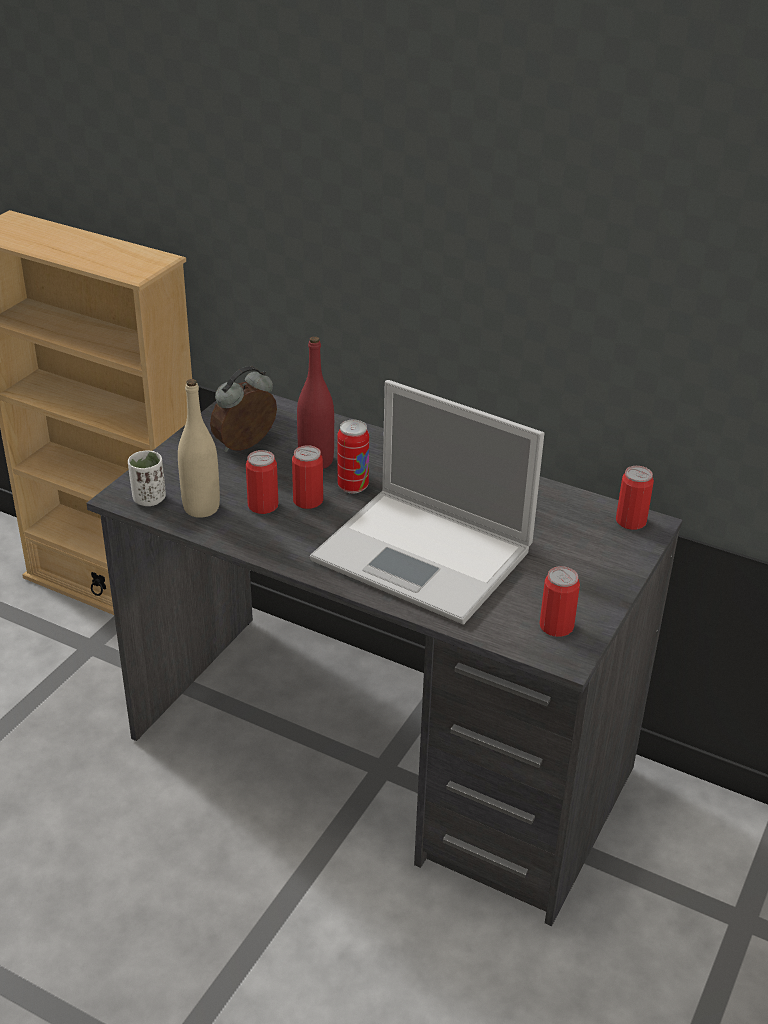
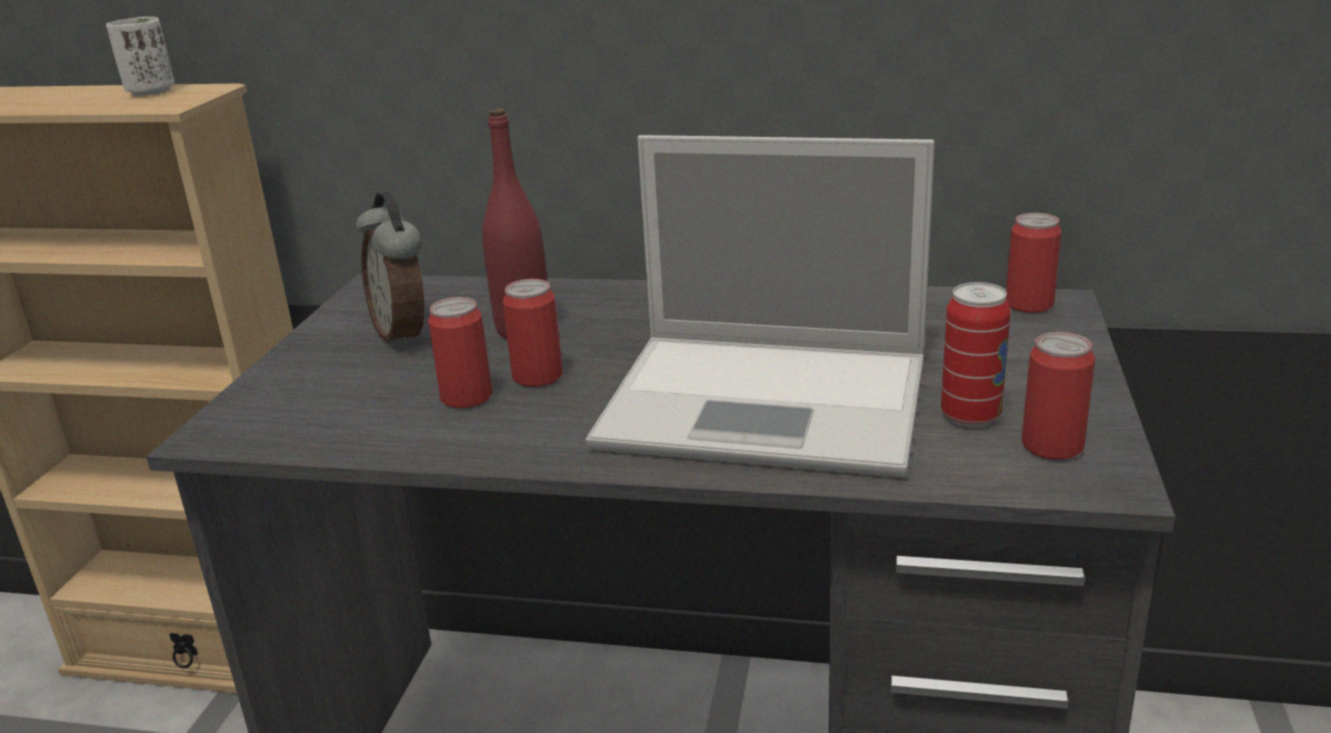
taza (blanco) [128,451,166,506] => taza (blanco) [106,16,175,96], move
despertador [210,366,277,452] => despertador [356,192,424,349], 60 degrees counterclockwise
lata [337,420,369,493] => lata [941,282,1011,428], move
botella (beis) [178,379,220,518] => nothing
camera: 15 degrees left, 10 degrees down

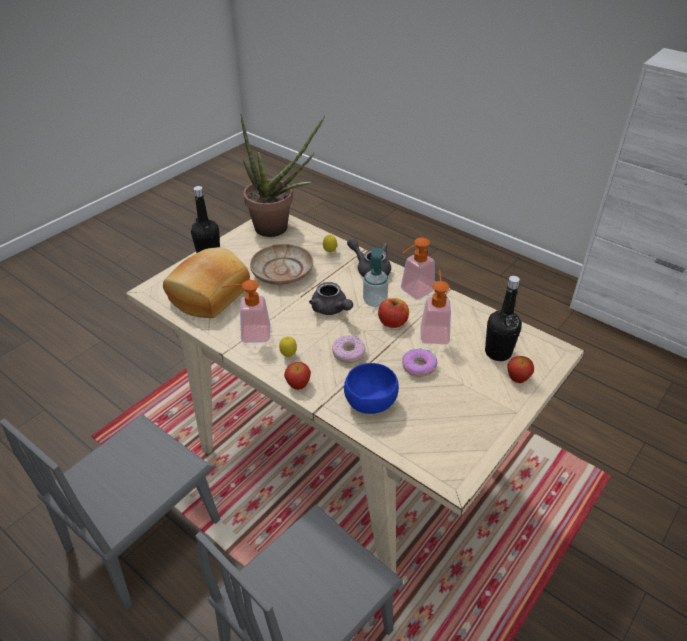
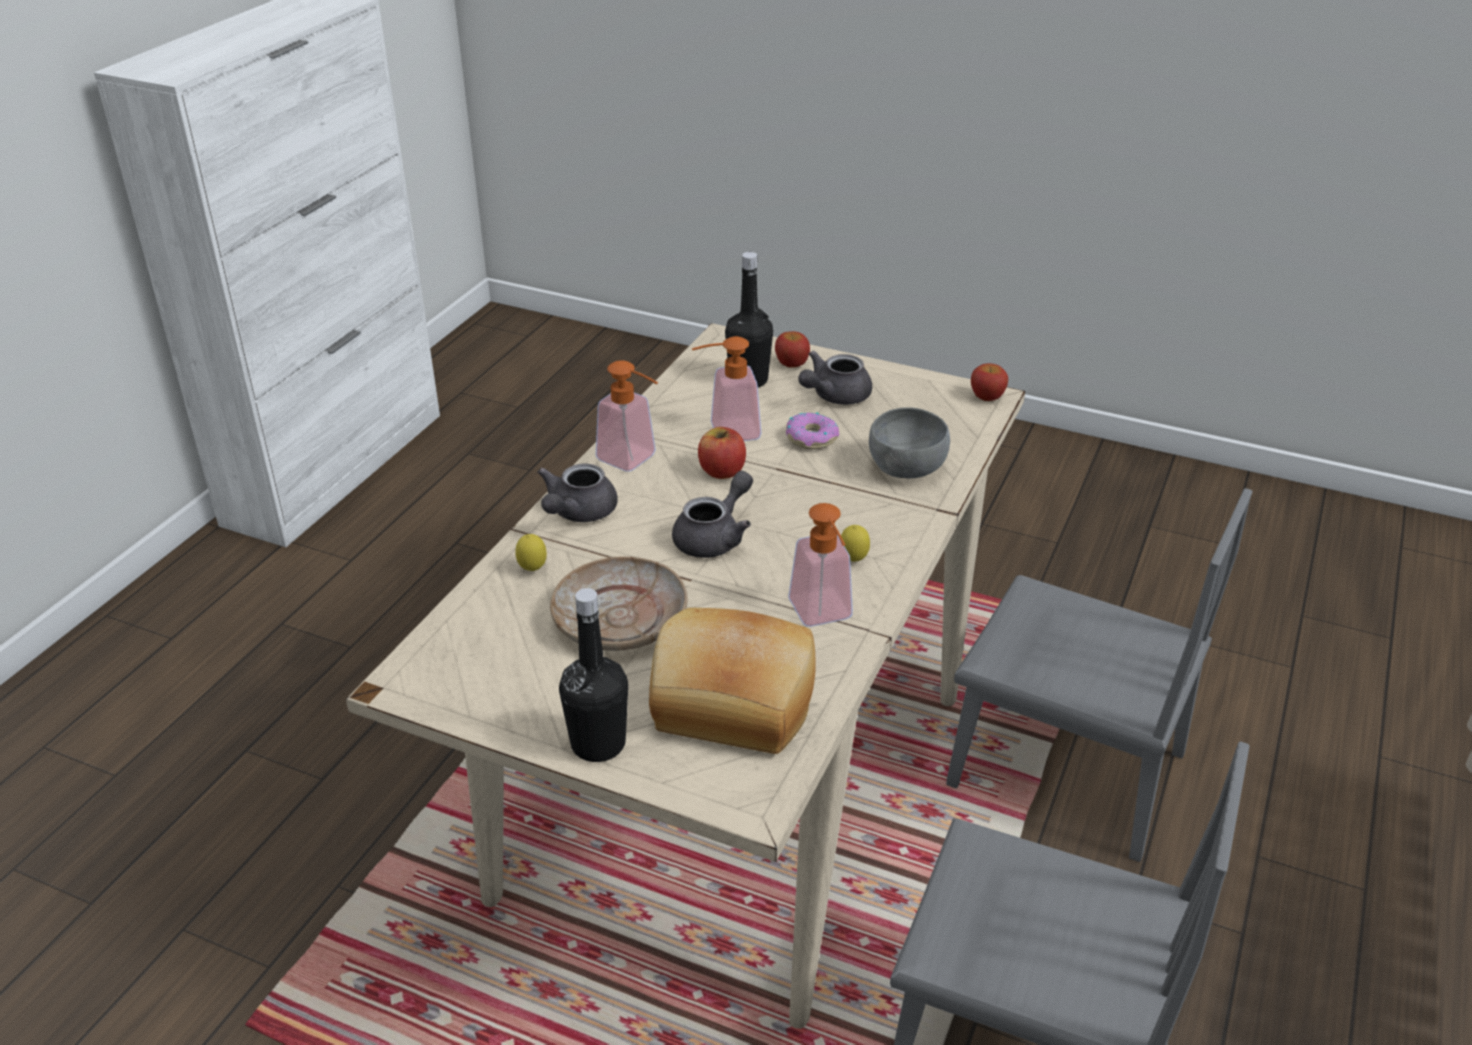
nothing => tetera (gris) [798,351,872,405]
cuenco (azul) [344,363,399,414] => cuenco (gris) [869,407,950,479]
manzana [284,362,311,390] => manzana [971,363,1008,401], move
planta en maceta [240,114,325,237] => nothing
rosquilla [332,336,366,363] => nothing
dispensador de jabón [363,247,389,307] => nothing
camera: 105 degrees left, 5 degrees down

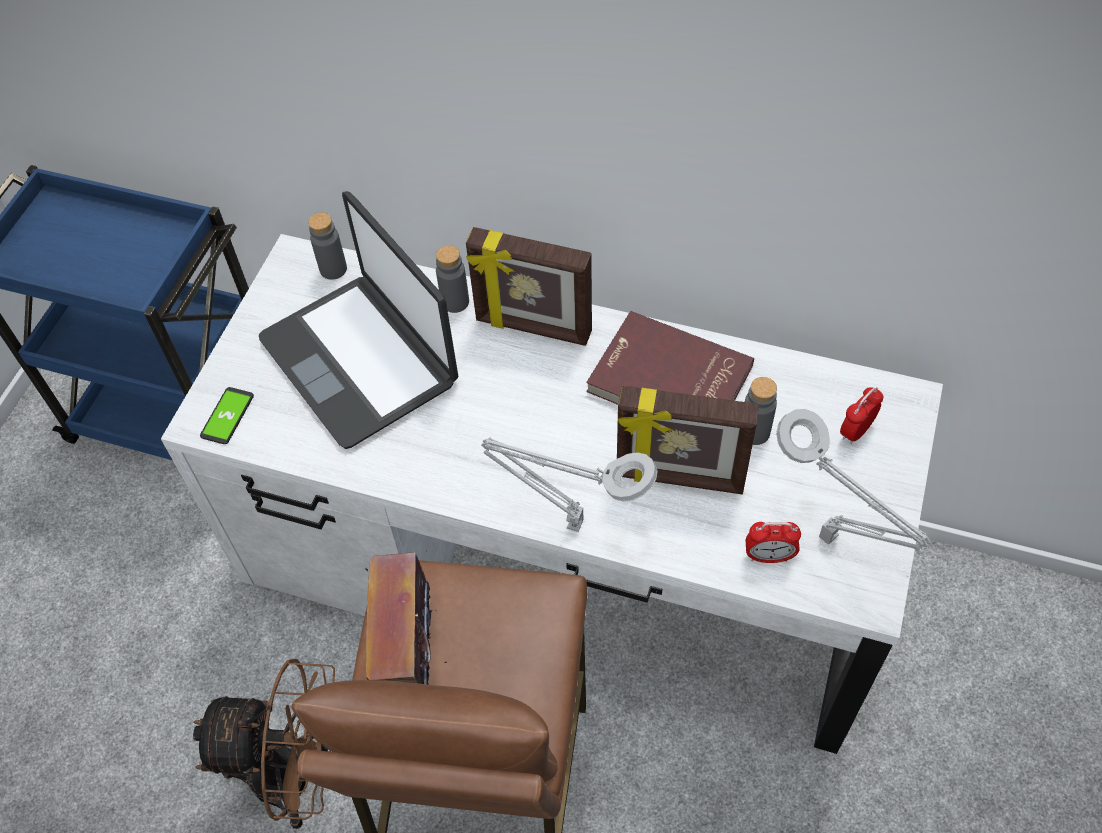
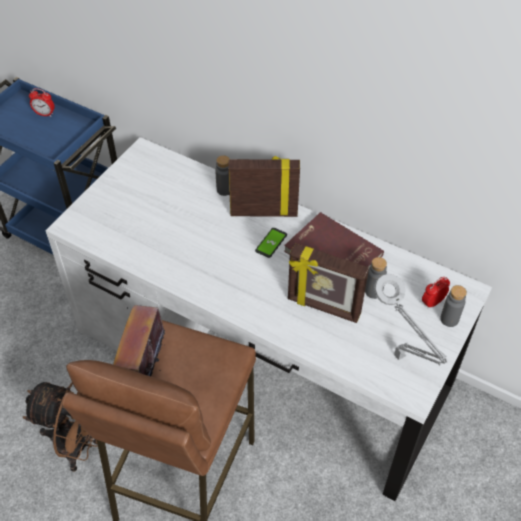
despertador [746,522,801,563] => despertador [29,88,55,117], move
portarretratos [466,227,592,346] => portarretratos [228,156,300,217], 150 degrees clockwise
móvil [200,387,254,444] => móvil [255,228,287,258], move
botella (gris) [308,212,347,280] => botella (gris) [440,285,467,327], move
portátil [259,191,459,449] => nothing
lámpara de mesa (gris) [481,437,657,532] => nothing
camera: 10 degrees right, 5 degrees down

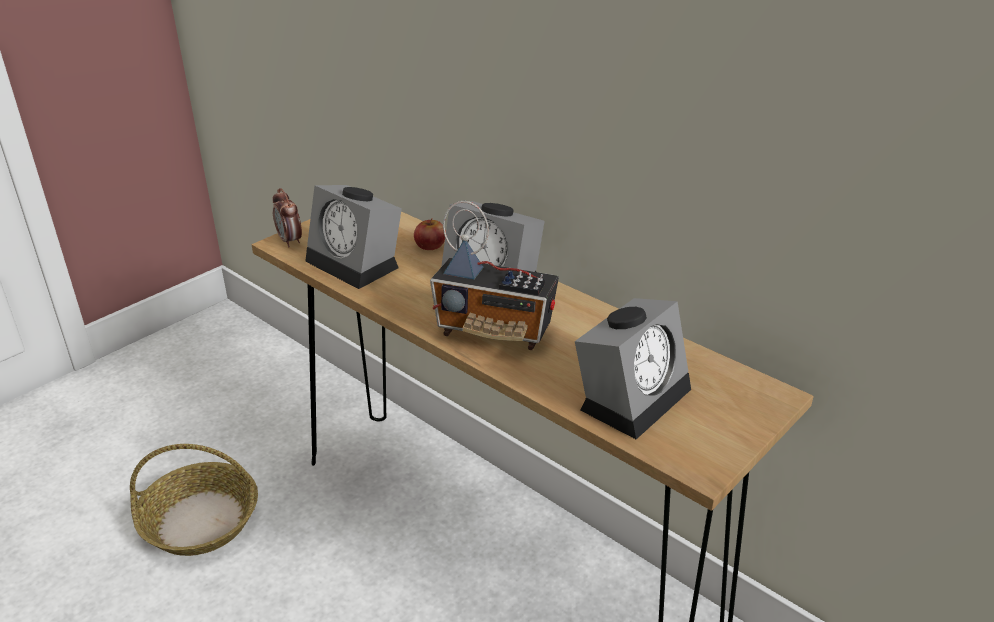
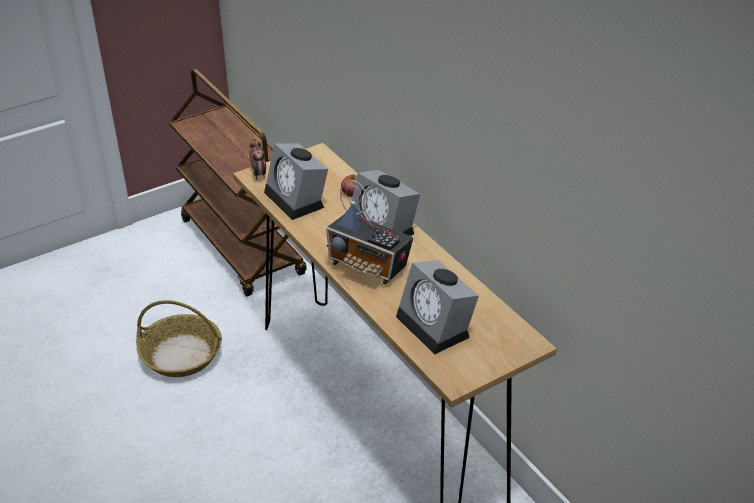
nothing => carrito (marrón) [169,69,306,297]
despertador [575,298,691,439] => despertador [396,260,479,354], 90 degrees clockwise
camera: 15 degrees right, 5 degrees up

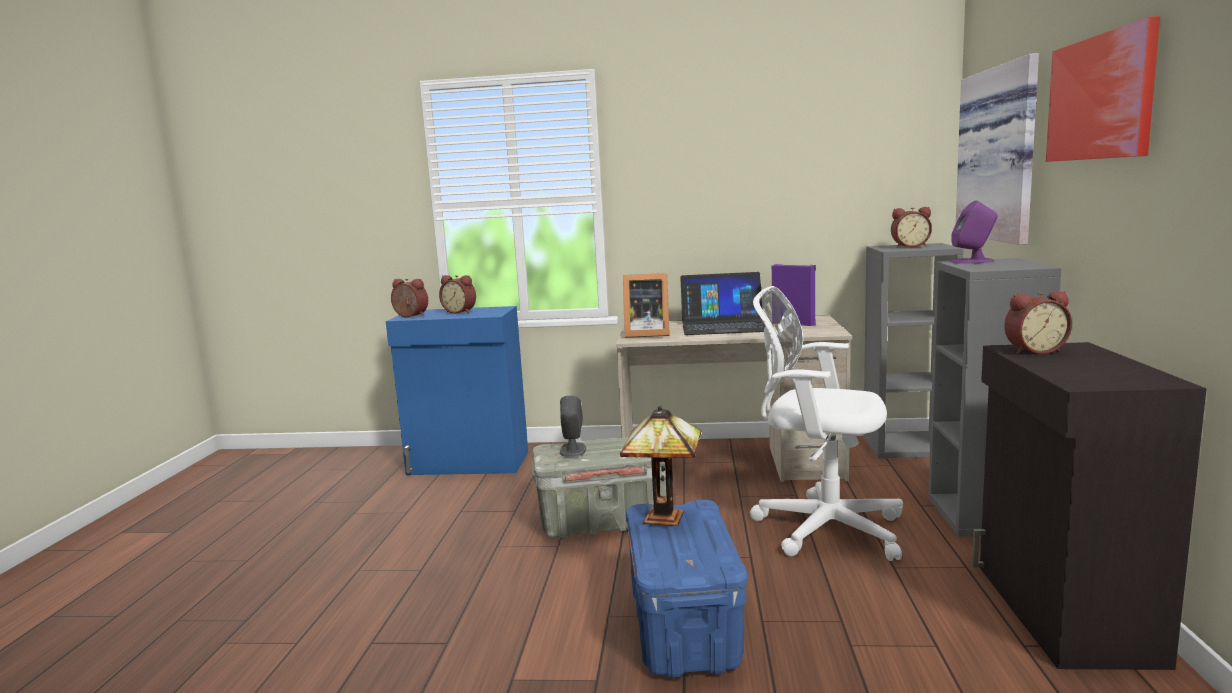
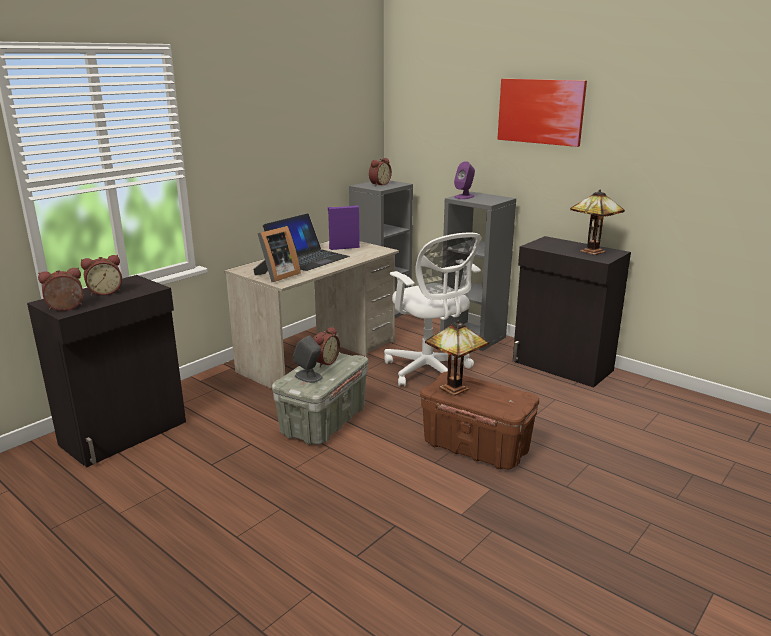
armario (azul) [386,306,528,475] => armario (negro) [27,275,186,467]
despertador [1004,291,1072,354] => despertador [313,327,340,368], move
silla de oficina (blanco) [750,286,903,561] => silla de oficina (blanco) [384,232,481,387], 90 degrees counterclockwise
caja de almacenaje (azul) [626,500,748,678] => caja de almacenaje (marrón) [420,371,539,470]
nothing => lámpara de mesa [570,190,625,255]
cuadro [955,53,1039,245] => nothing
camera: 55 degrees left, 10 degrees up

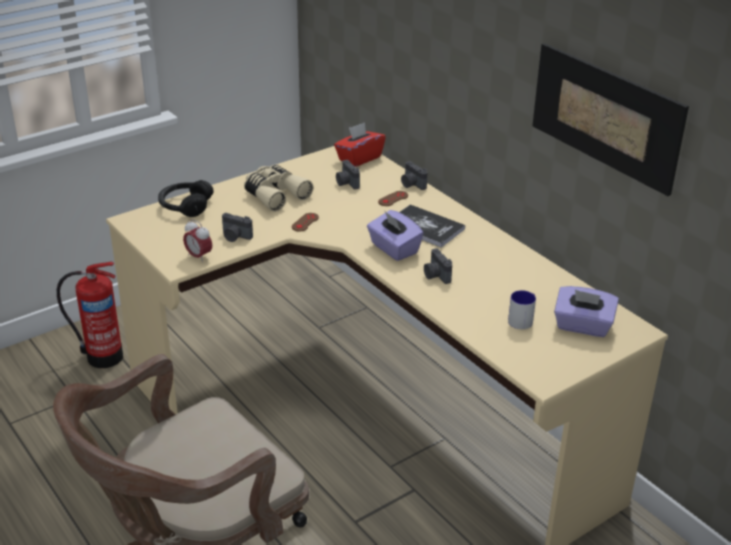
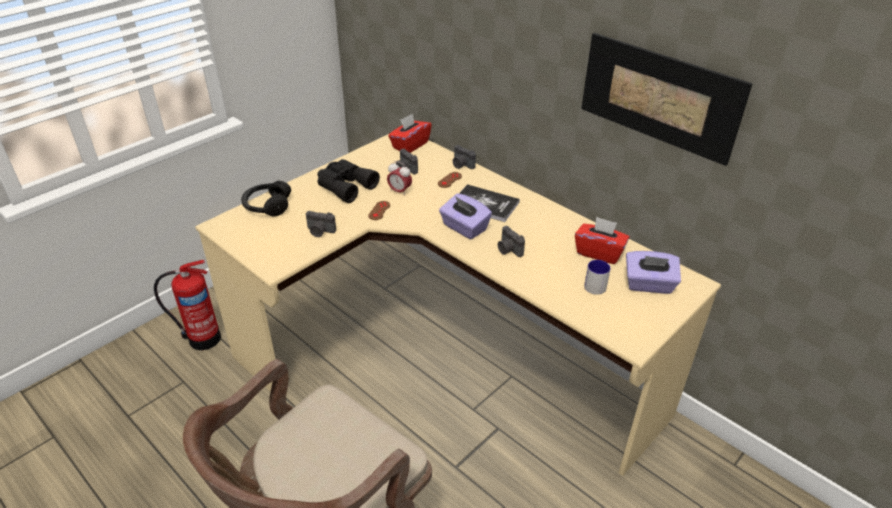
prismáticos (beis) [244,165,313,212] => prismáticos (negro) [318,159,380,203]
despertador [183,219,212,263] => despertador [387,161,412,195], move
nothing => caja de pañuelos (rojo) [575,217,629,264]
camera: 10 degrees left, 5 degrees up

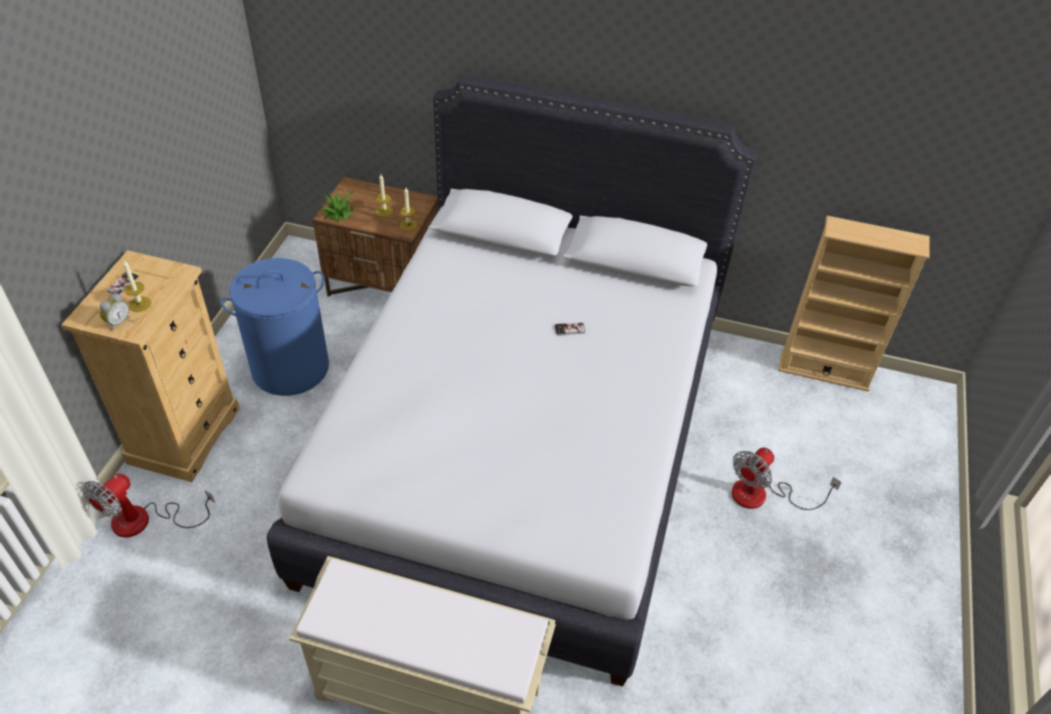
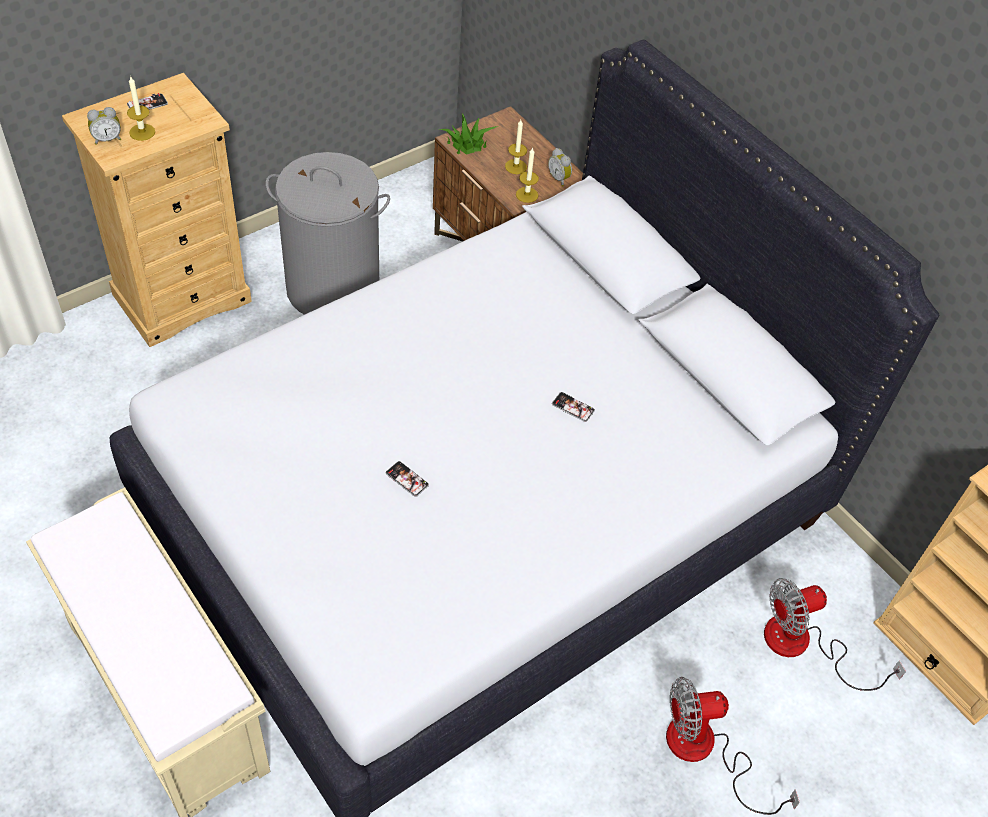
cesto de la ropa (azul) [221,258,329,396] => cesto de la ropa (gris) [266,152,390,315]
nothing => móvil [386,461,429,497]
nothing => despertador [548,148,572,187]
ventilador [83,473,215,538] => ventilador [764,578,906,691], move
camera: 35 degrees right, 5 degrees up

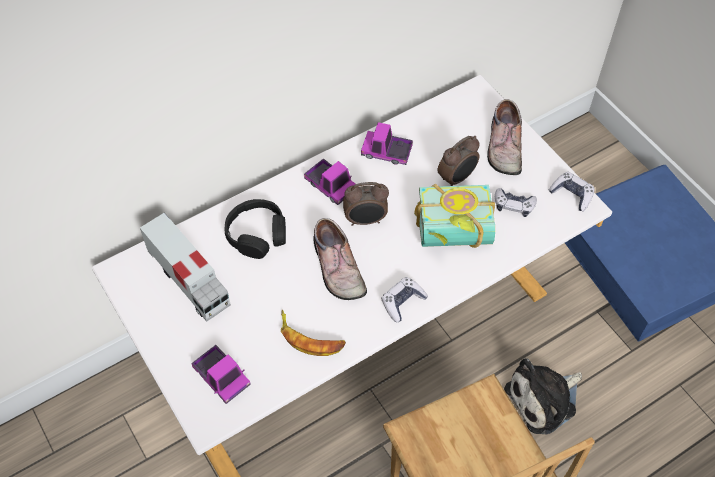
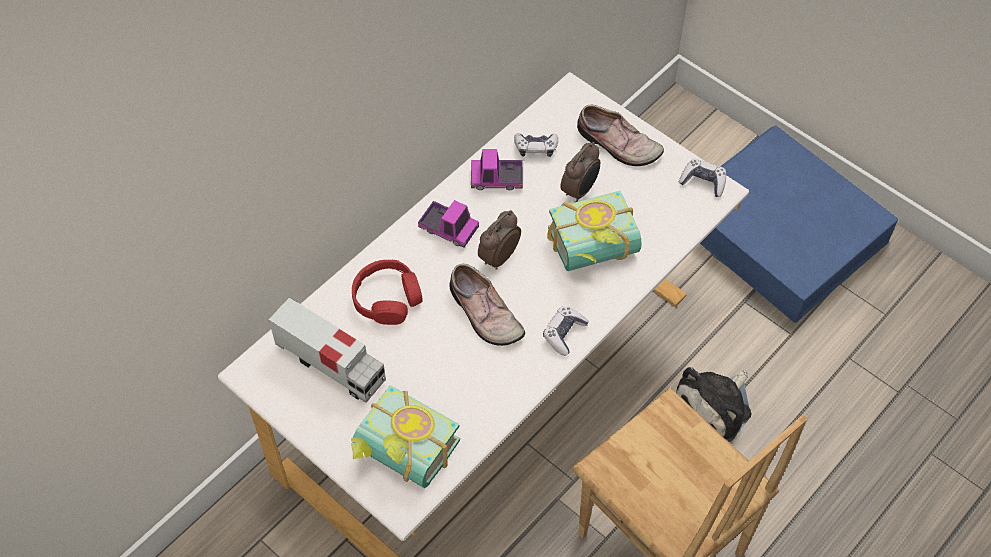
camión de juguete [191,345,251,404] => libro [351,385,460,488]
auriculares (negro) [224,199,286,259] => auriculares (rojo) [352,260,423,325]
despertador [343,182,389,226] => despertador [478,210,521,270], 150 degrees clockwise
mando de consola [495,188,537,217] => mando de consola [514,133,558,157], move
zapato [487,99,522,175] => zapato [577,104,664,166], 45 degrees counterclockwise
plátano [281,310,346,356] => nothing
camera: 15 degrees left, 0 degrees up

